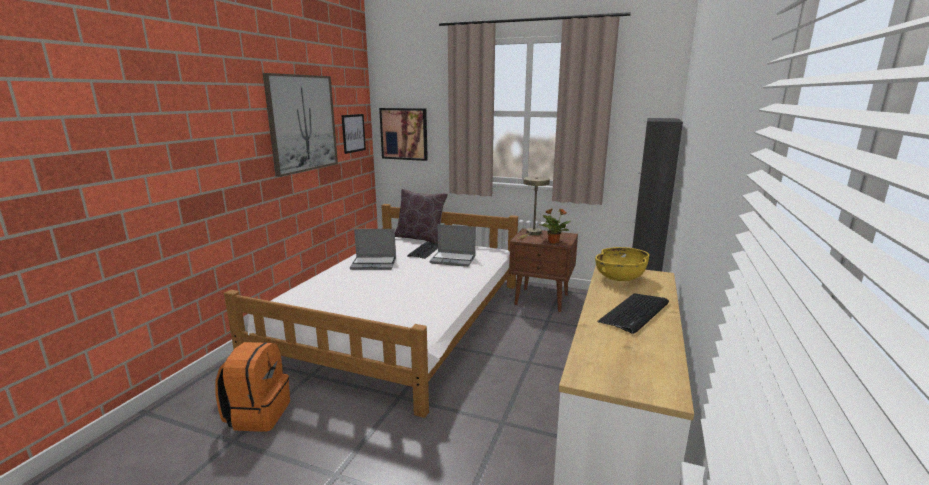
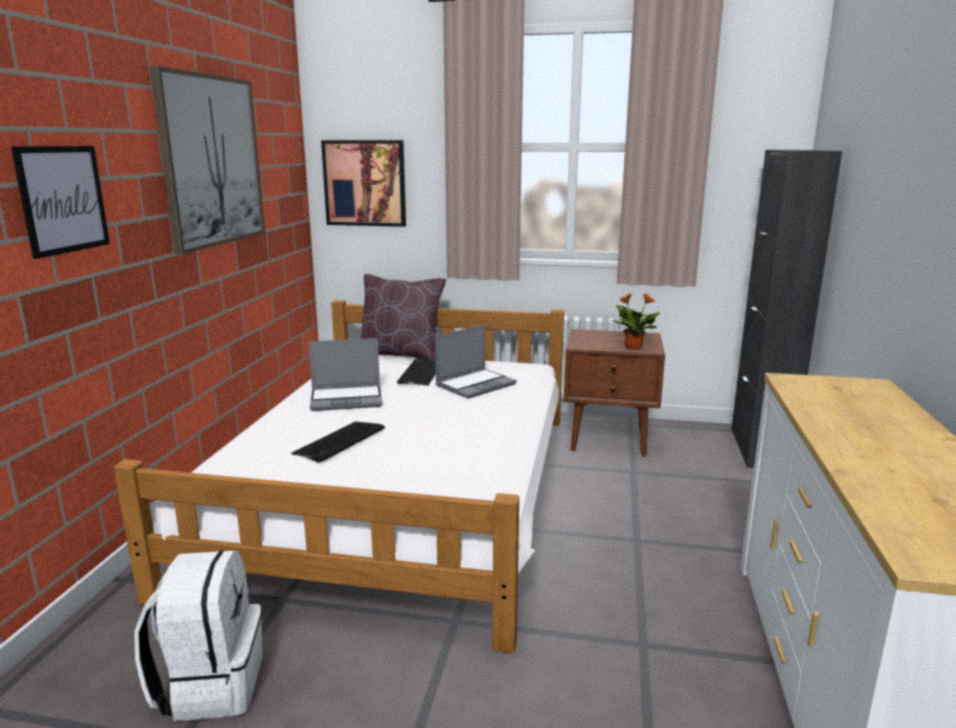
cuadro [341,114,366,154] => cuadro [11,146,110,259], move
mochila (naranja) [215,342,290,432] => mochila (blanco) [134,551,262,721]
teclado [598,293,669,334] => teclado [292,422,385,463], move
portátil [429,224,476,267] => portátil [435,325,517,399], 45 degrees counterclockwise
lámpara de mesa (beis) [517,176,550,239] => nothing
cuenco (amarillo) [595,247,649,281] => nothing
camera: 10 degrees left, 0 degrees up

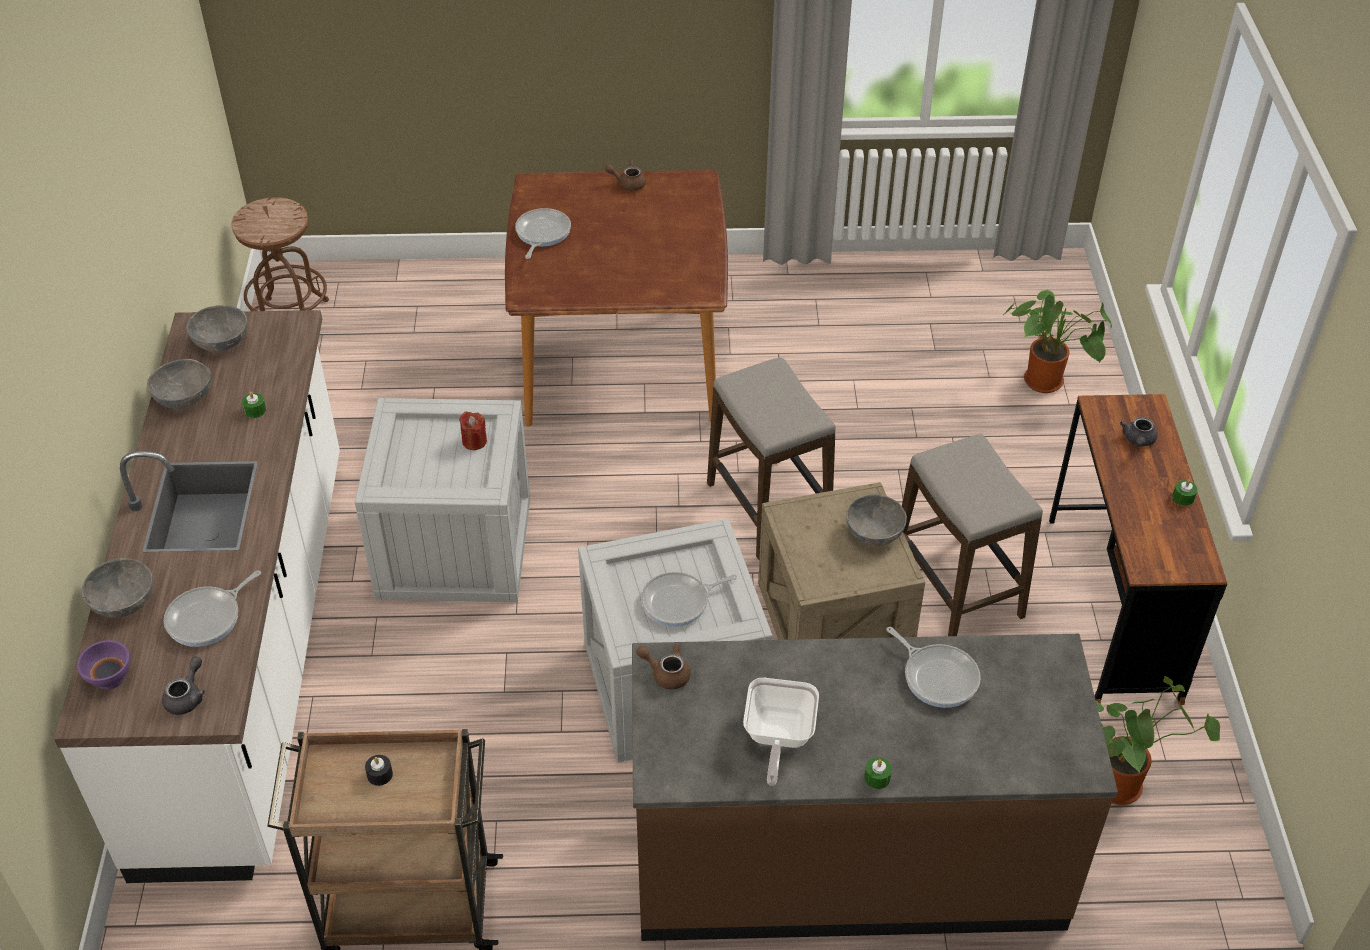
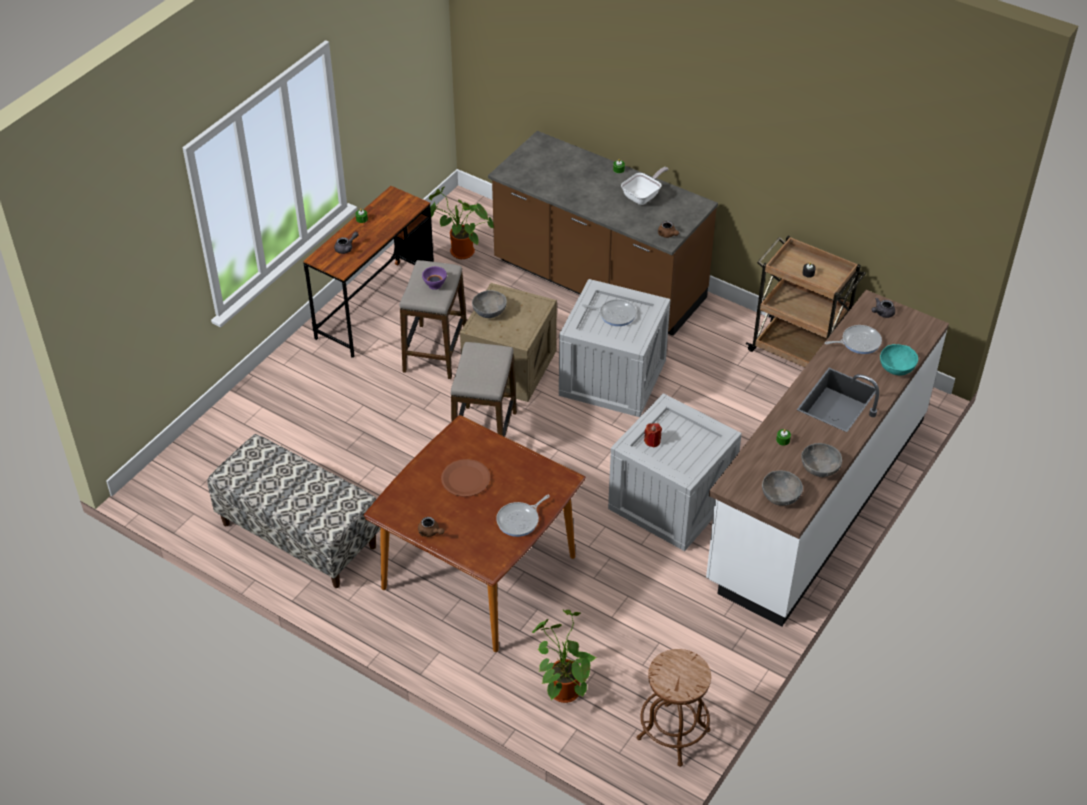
nothing => banco [208,434,380,588]
cuenco (morado) [77,640,131,690] => cuenco (morado) [422,266,447,290], move
nothing => plato (marrón) [441,459,490,497]
planta en maceta [1003,289,1112,393] => planta en maceta [532,610,597,703], move
cuenco (gris) [82,558,153,618] => cuenco (turquesa) [880,344,918,375]
sartén [886,627,981,708] => nothing
camera: 145 degrees left, 0 degrees up

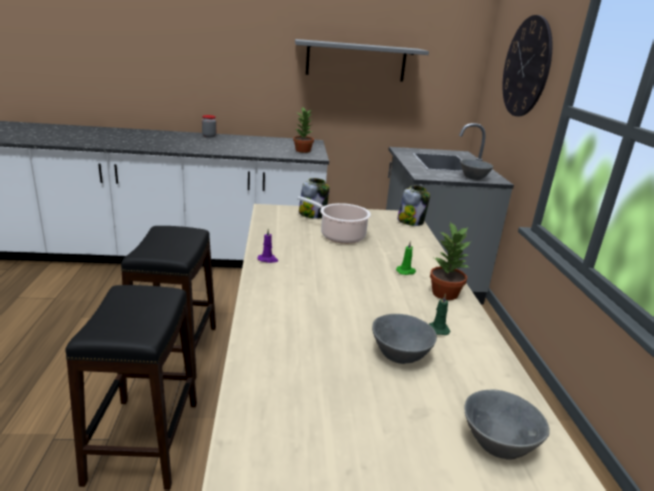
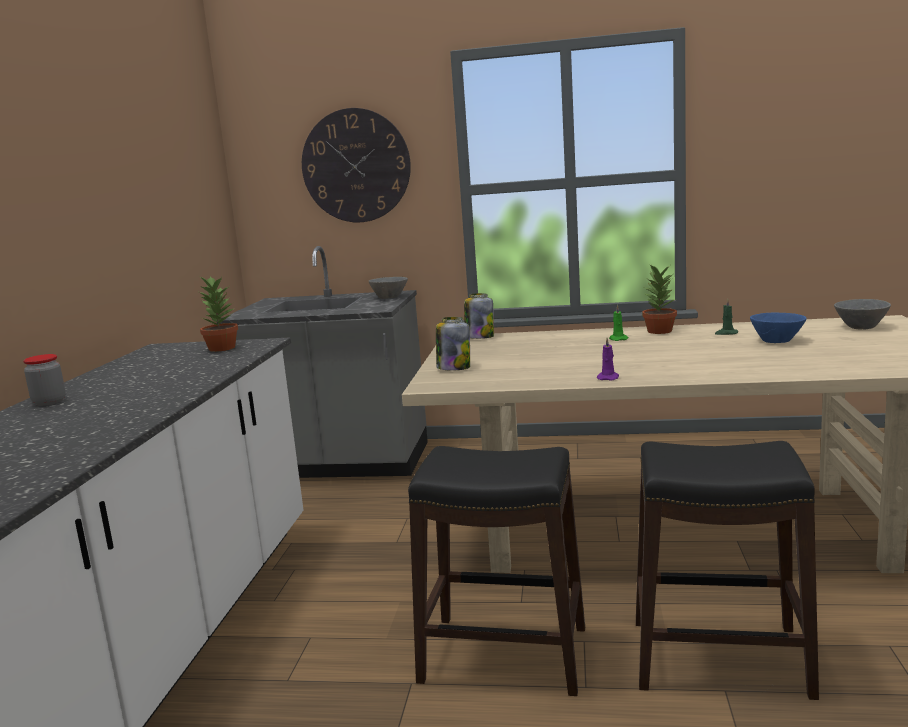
cuenco (gris) [372,314,437,364] => cuenco (azul) [750,313,807,343]
estante (gris) [295,39,429,82] => nothing
olla [297,196,371,244] => nothing
camera: 75 degrees left, 10 degrees down

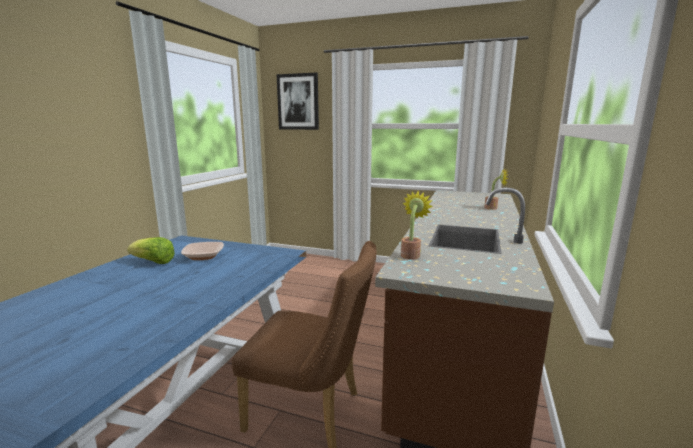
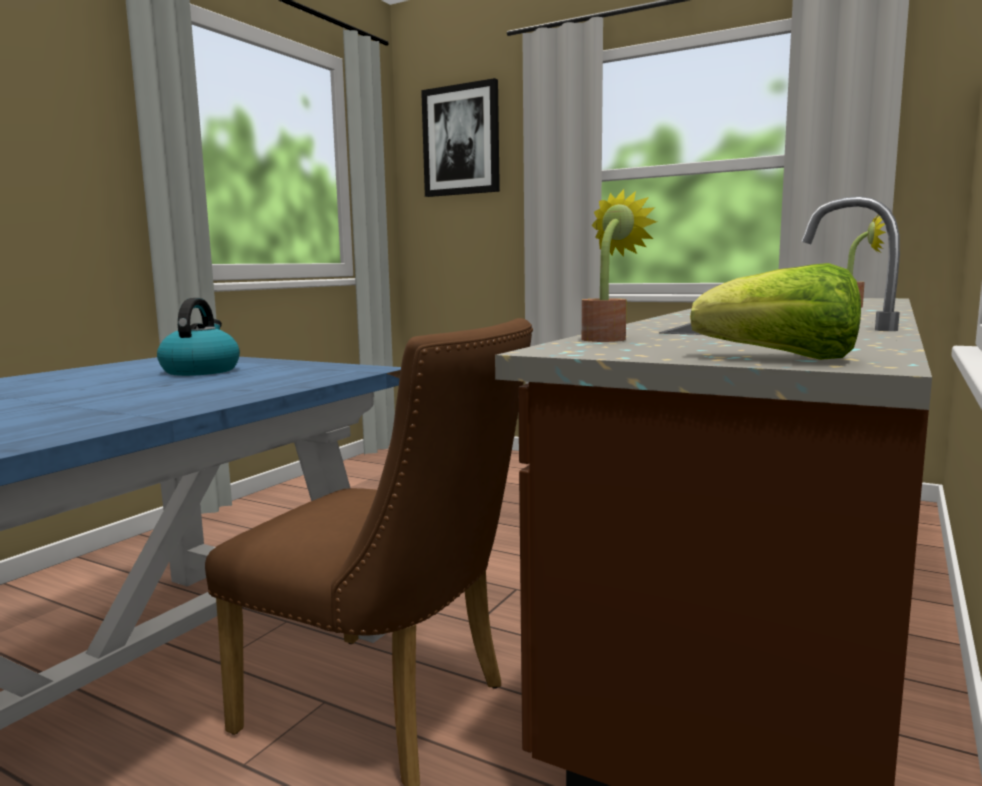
cuenco [181,242,224,260] => hervidor [157,298,240,376]
lechuga [127,237,175,264] => lechuga [690,263,861,360], move
camera: 10 degrees right, 5 degrees down

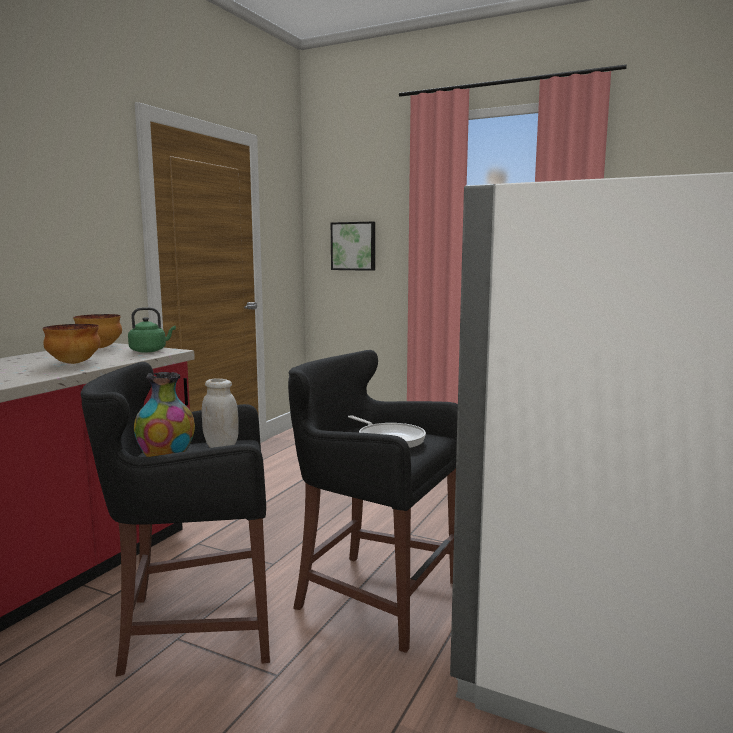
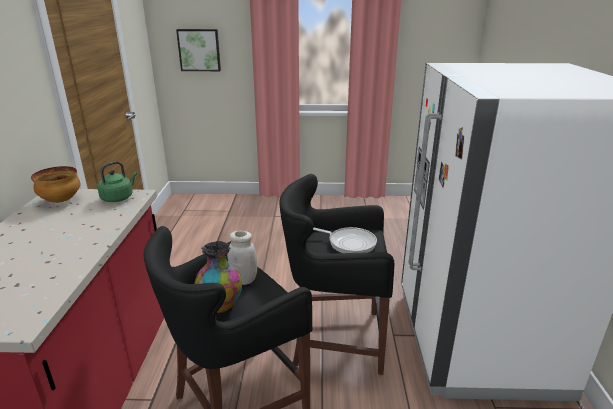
cuenco [43,324,101,364] => nothing
camera: 25 degrees left, 15 degrees up

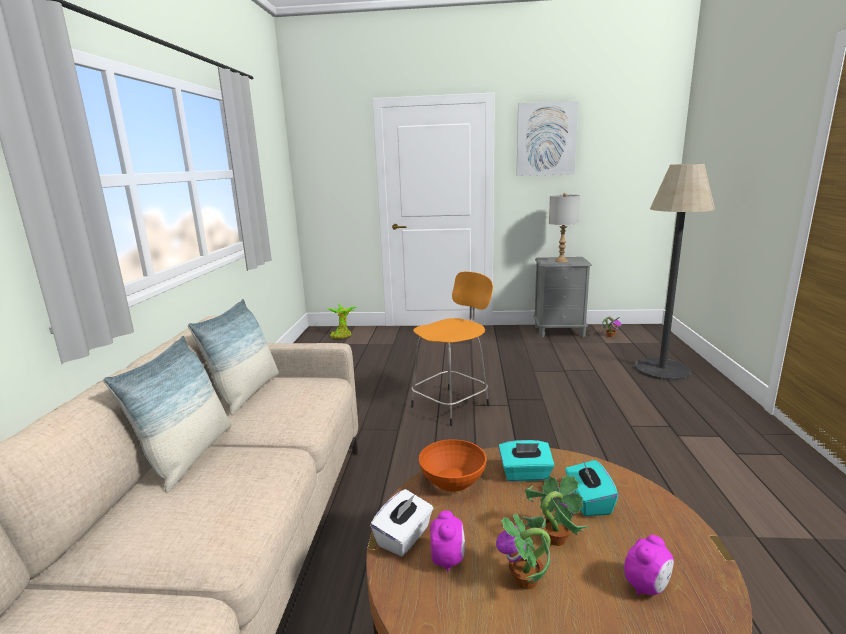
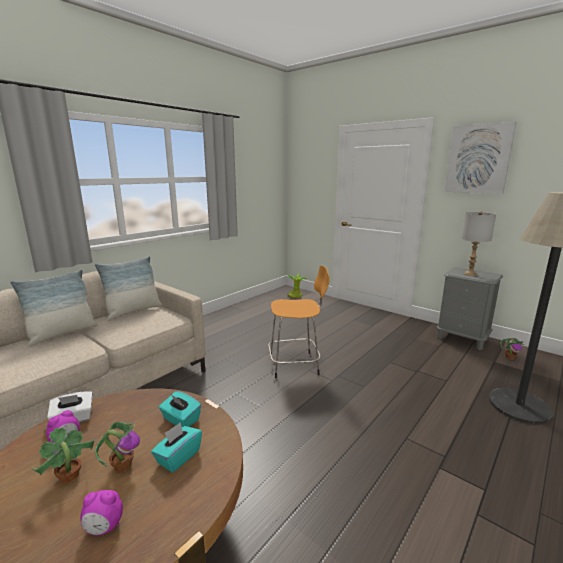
cuenco (naranja) [419,439,487,492] => nothing
camera: 35 degrees right, 0 degrees up

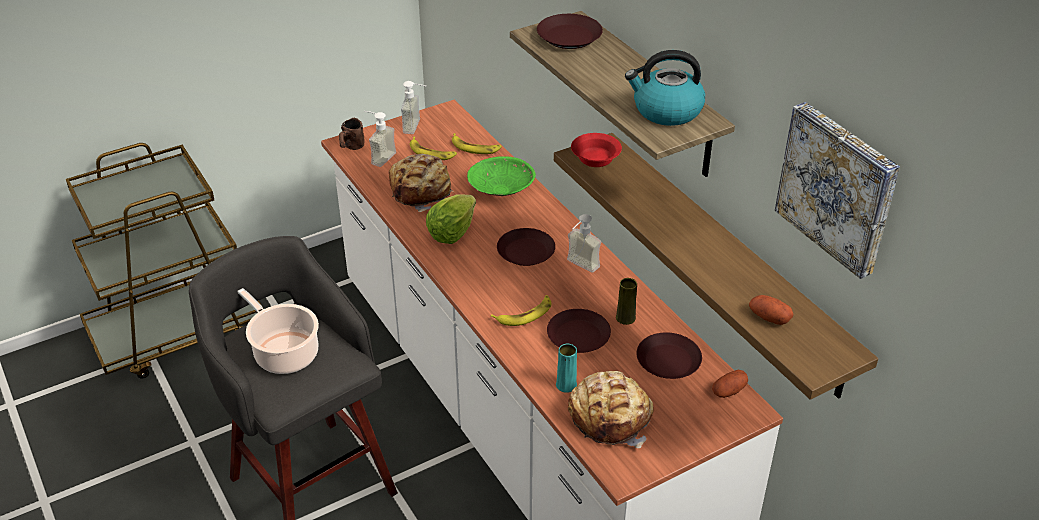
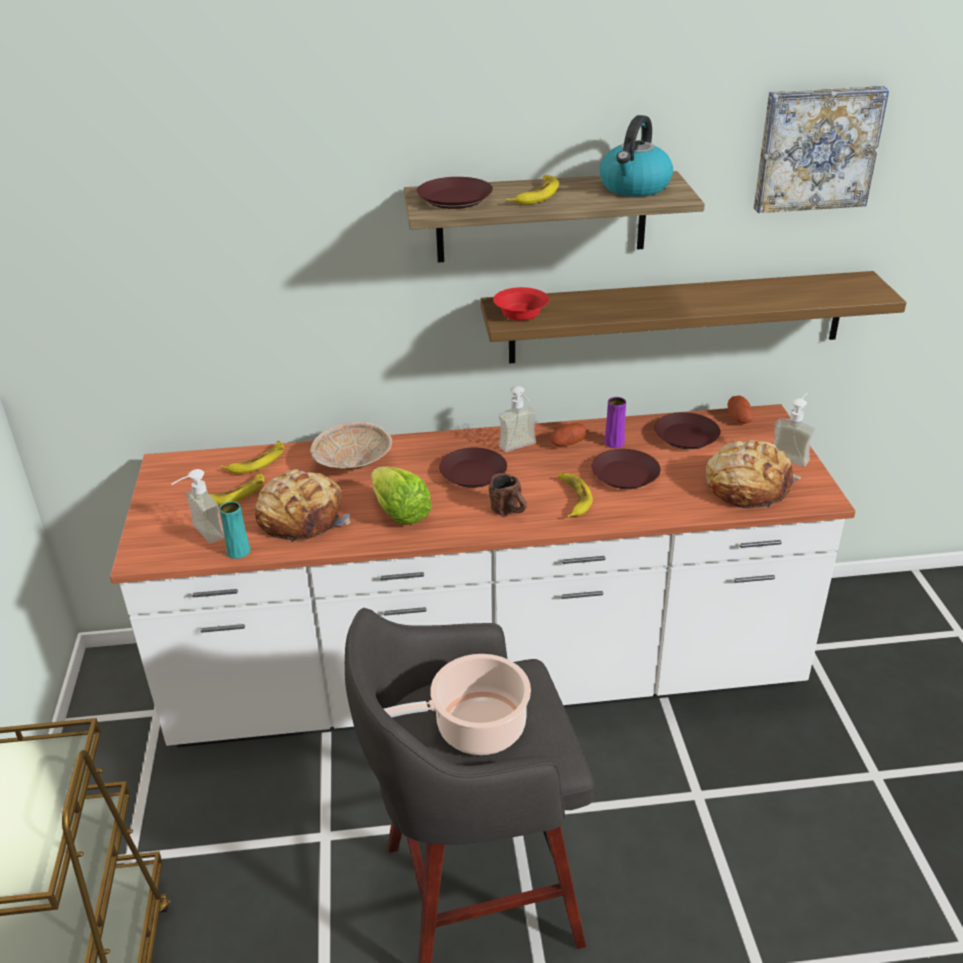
florero (turquesa) [556,344,577,393] => florero (turquesa) [219,501,251,559], move
cuenco (verde) [467,156,536,196] => cuenco (beis) [310,422,392,470]
taza grande (marrón) [339,118,365,150] => taza grande (marrón) [489,473,527,515], move
nothing => plátano [507,175,559,205]
patata [749,295,793,325] => patata [550,423,586,446], move
florero (amarillo) [616,278,637,325] => florero (morado) [604,397,626,448]
dispensador de jabón [401,81,426,134] => dispensador de jabón [773,392,815,467], move
camera: 65 degrees left, 5 degrees down

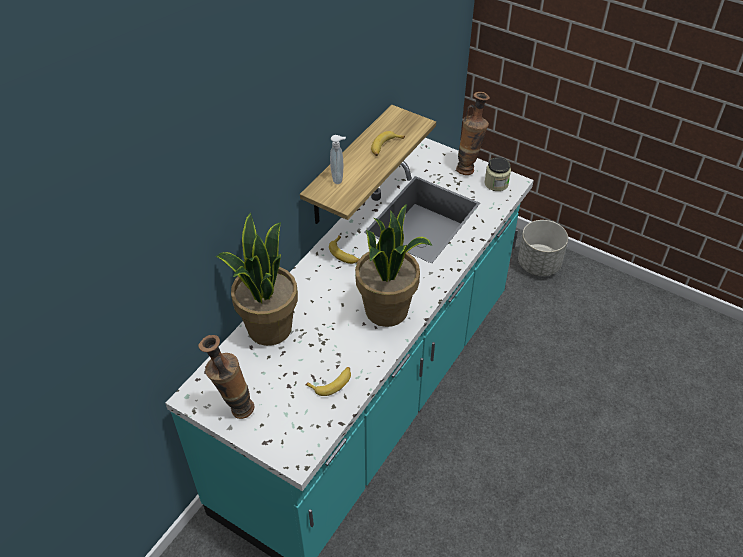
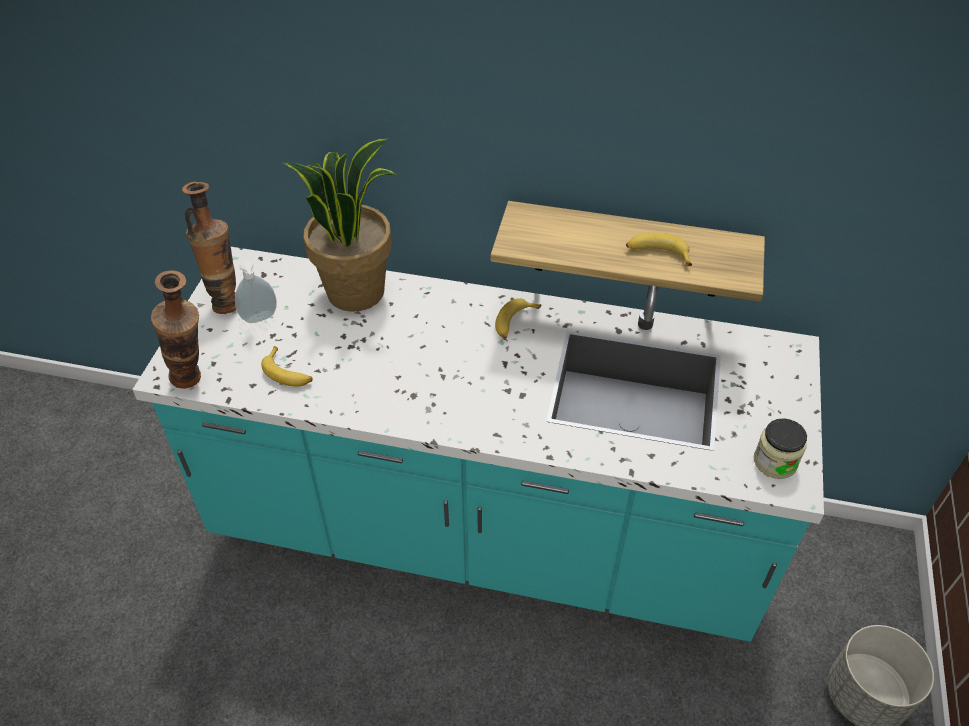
florero [456,92,490,175] => florero [151,271,201,389], move
dispensador de jabón [330,135,346,184] => dispensador de jabón [235,260,277,323], move
planta en maceta [355,204,432,327] => nothing
camera: 70 degrees right, 0 degrees up

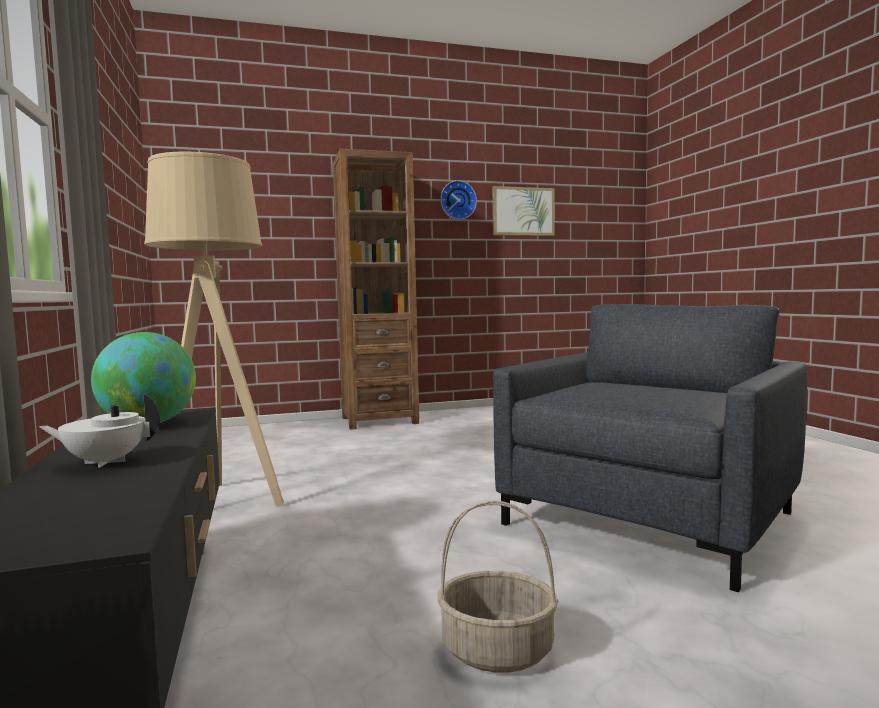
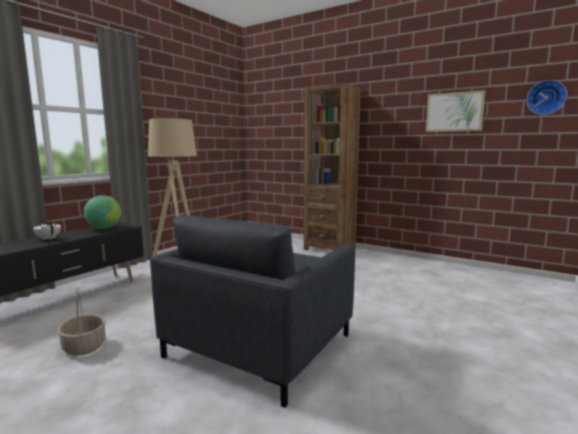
sillón (gris) [493,304,807,592] => sillón (gris) [150,215,355,408], 120 degrees clockwise
reloj de pared [440,181,477,220] => reloj de pared [526,80,567,115], move
camera: 50 degrees right, 5 degrees up

